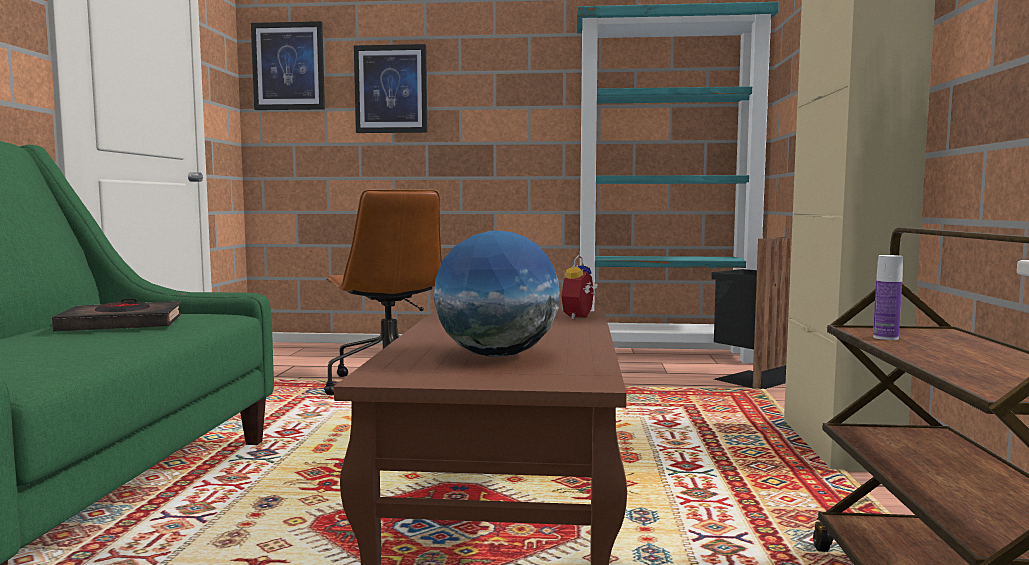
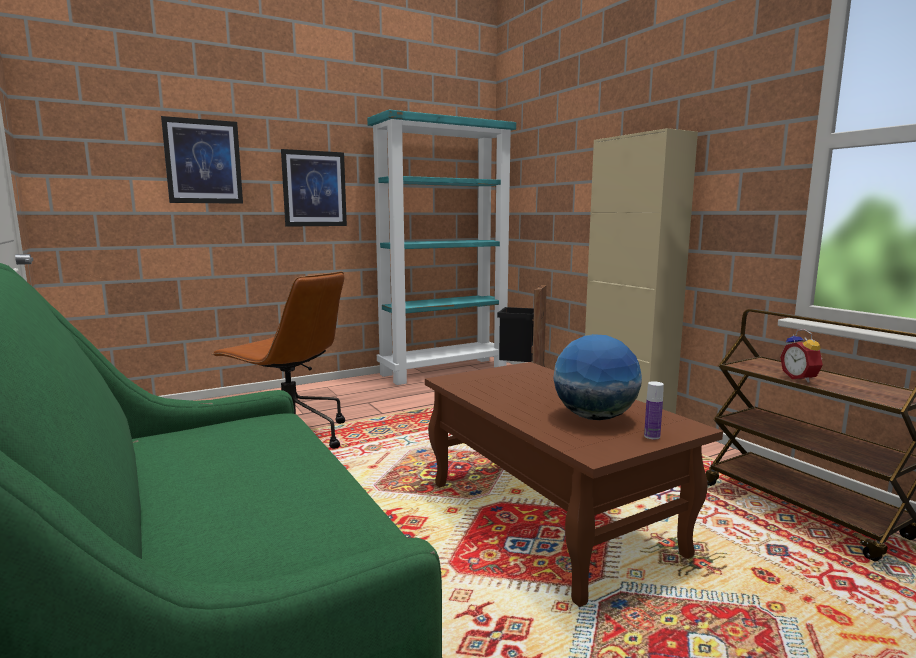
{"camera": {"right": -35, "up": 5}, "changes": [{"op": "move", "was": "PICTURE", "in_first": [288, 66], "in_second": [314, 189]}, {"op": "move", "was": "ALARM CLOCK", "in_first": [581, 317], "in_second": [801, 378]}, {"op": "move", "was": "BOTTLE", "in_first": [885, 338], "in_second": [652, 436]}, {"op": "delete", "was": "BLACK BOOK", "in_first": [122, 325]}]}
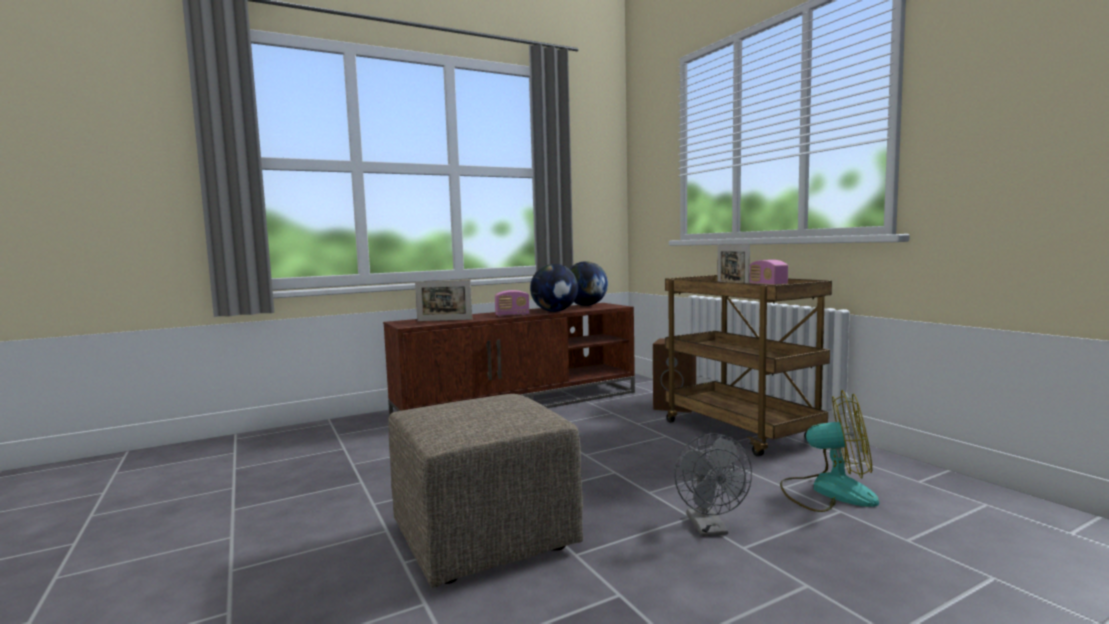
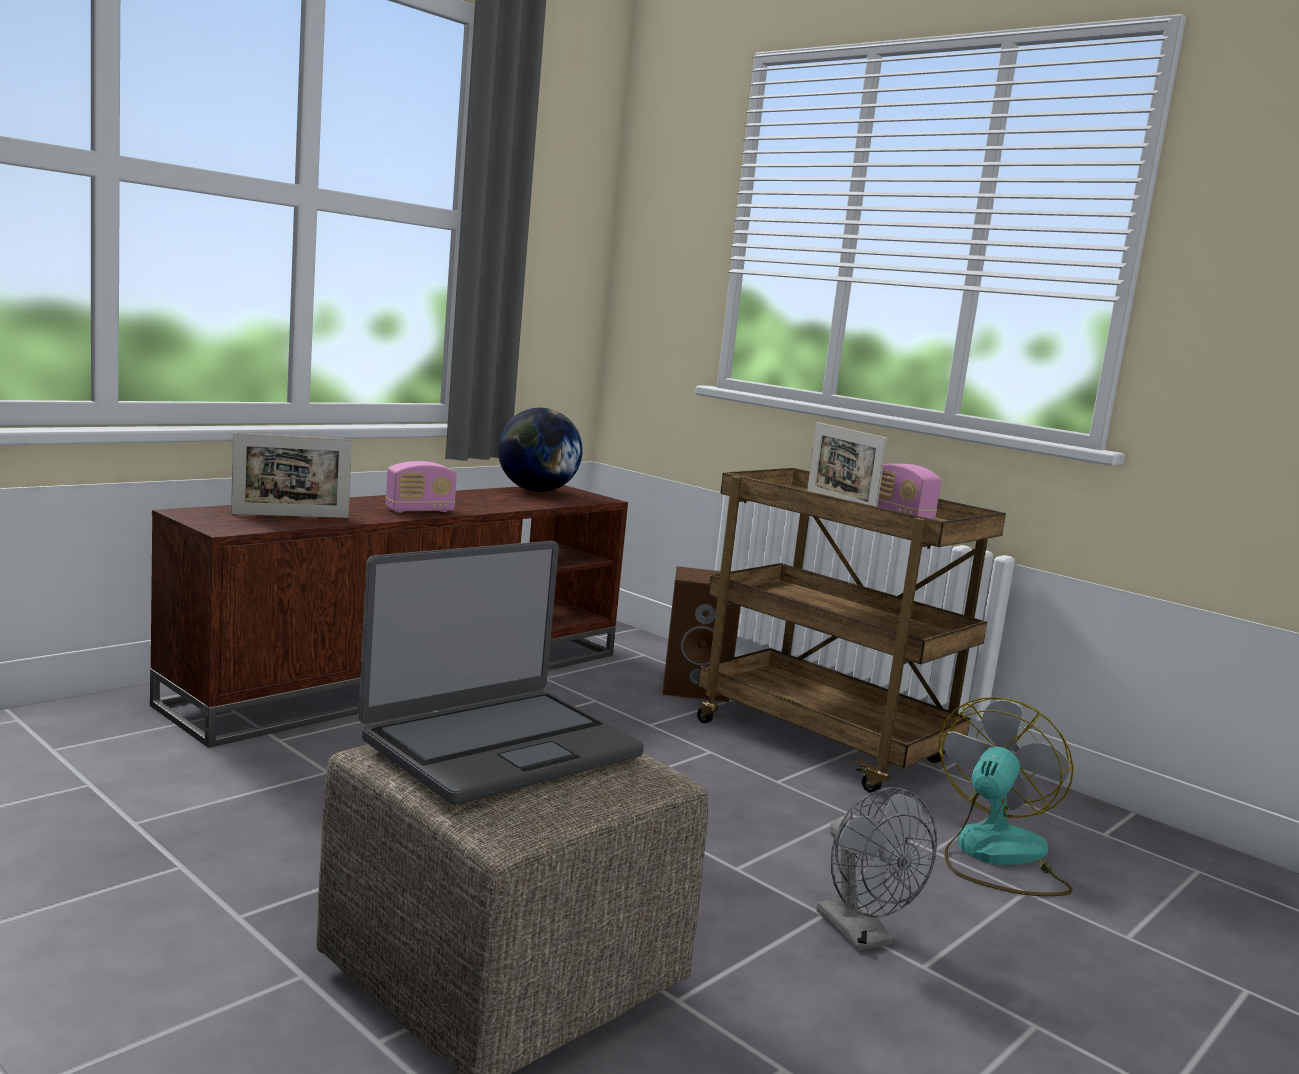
{"camera": {"right": -20, "up": 5}, "changes": [{"op": "delete", "was": "GLOBE", "in_first": [555, 311]}, {"op": "rotate", "was": "FAN", "in_first": [827, 491], "in_second": [995, 857], "clockwise": -60}, {"op": "insert", "now": "LAPTOP", "in_second": [500, 746]}]}
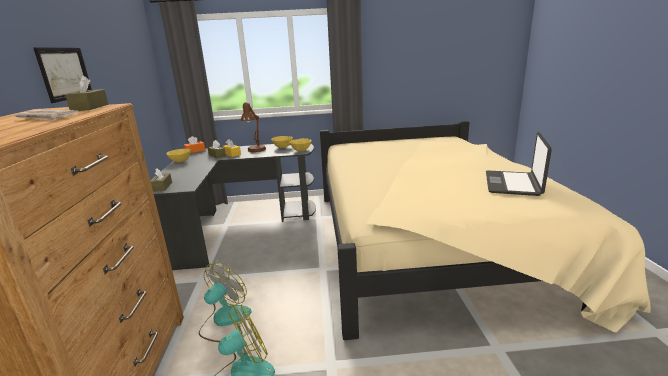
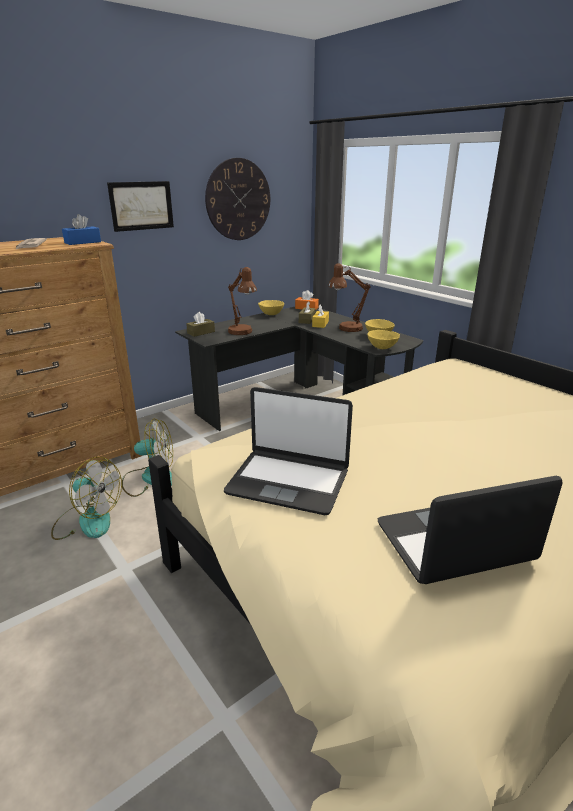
{"camera": {"right": 55, "up": 5}, "changes": [{"op": "recolor", "was": "BROWN TISSUE BOX", "now": "BLUE TISSUE BOX", "in_first": [90, 107], "in_second": [83, 242]}, {"op": "insert", "now": "WALL CLOCK", "in_second": [238, 200]}, {"op": "insert", "now": "BROWN TABLE LAMP", "in_second": [242, 333]}, {"op": "insert", "now": "LAPTOP", "in_second": [288, 481]}]}
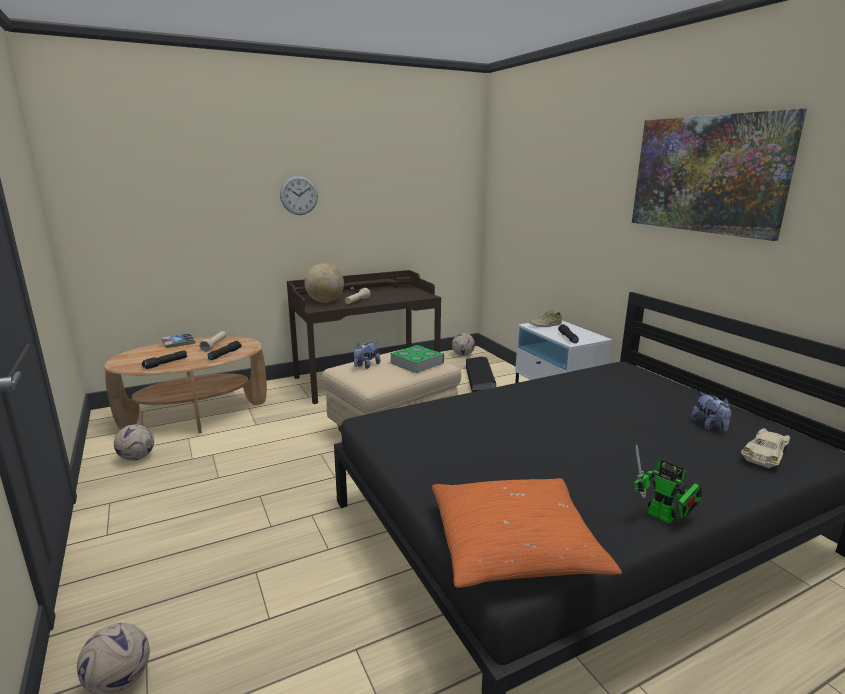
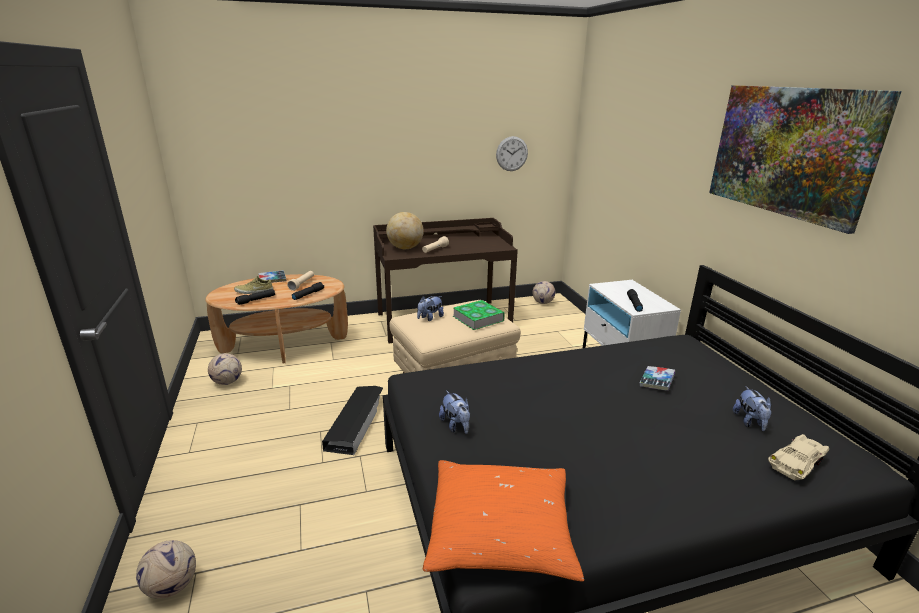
{"camera": {"right": 10, "up": 5}, "changes": [{"op": "move", "was": "WALL CLOCK", "in_first": [299, 195], "in_second": [512, 153]}, {"op": "move", "was": "BEIGE SHOE", "in_first": [545, 325], "in_second": [254, 291]}, {"op": "move", "was": "BLACK STORAGE BOX", "in_first": [480, 379], "in_second": [356, 423]}, {"op": "delete", "was": "TOY ROBOT", "in_first": [664, 518]}, {"op": "insert", "now": "BOOK", "in_second": [656, 381]}, {"op": "insert", "now": "PLUSH TOY", "in_second": [456, 426]}]}
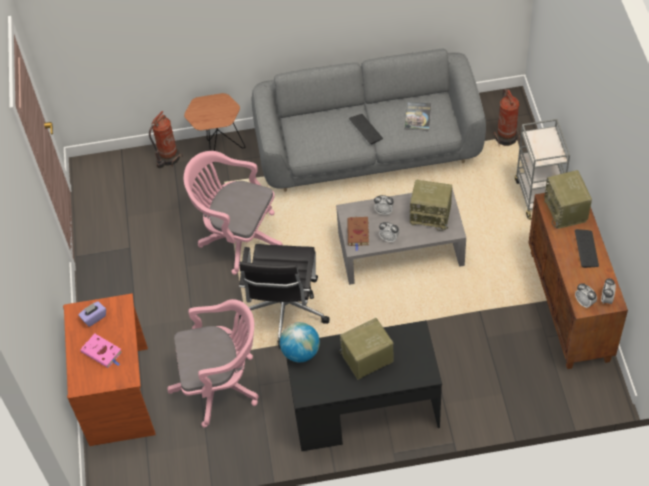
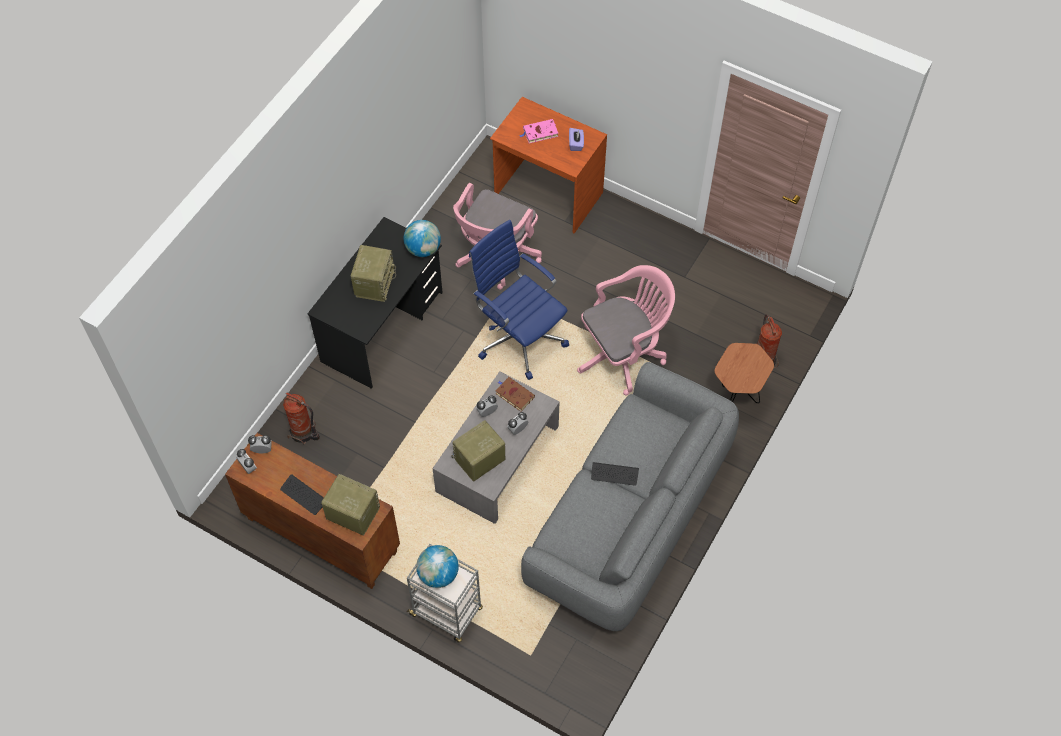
{"camera": {"right": 125, "up": 5}, "changes": [{"op": "move", "was": "FIRE EXTINGUISHER", "in_first": [506, 137], "in_second": [303, 433]}, {"op": "delete", "was": "BOOK", "in_first": [418, 116]}, {"op": "recolor", "was": "BLACK OFFICE CHAIR", "now": "BLUE OFFICE CHAIR", "in_first": [284, 311], "in_second": [519, 337]}, {"op": "insert", "now": "GLOBE", "in_second": [438, 574]}]}
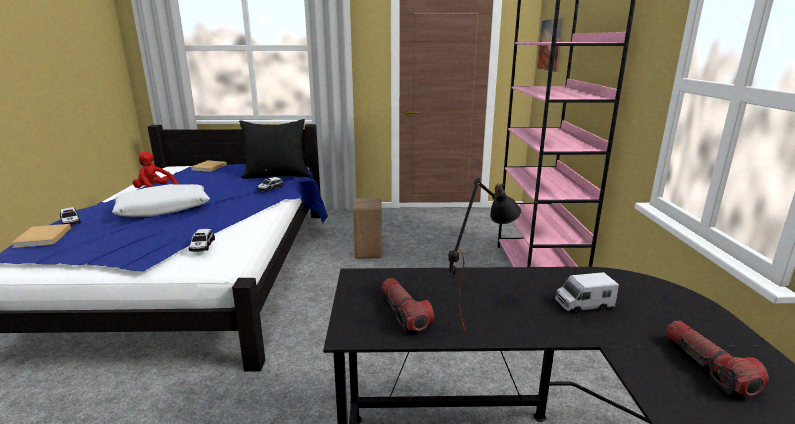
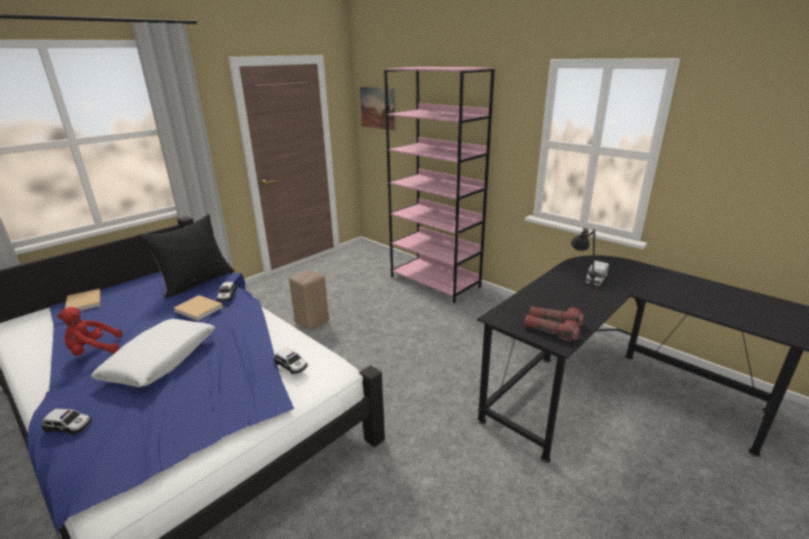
{"camera": {"right": -45, "up": 5}, "changes": [{"op": "move", "was": "BEIGE BOOK", "in_first": [42, 238], "in_second": [199, 309]}, {"op": "move", "was": "FLASHLIGHT", "in_first": [708, 367], "in_second": [550, 333]}]}
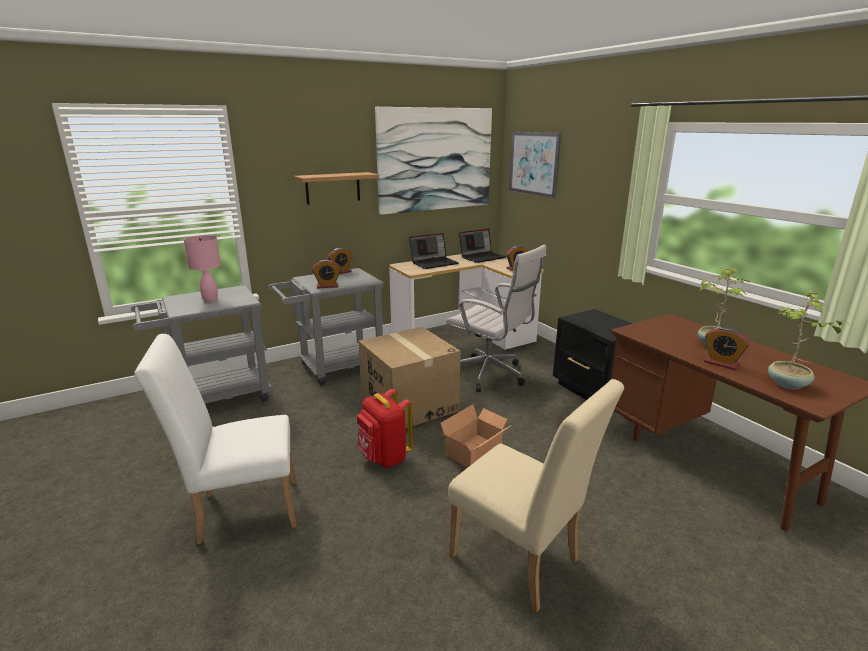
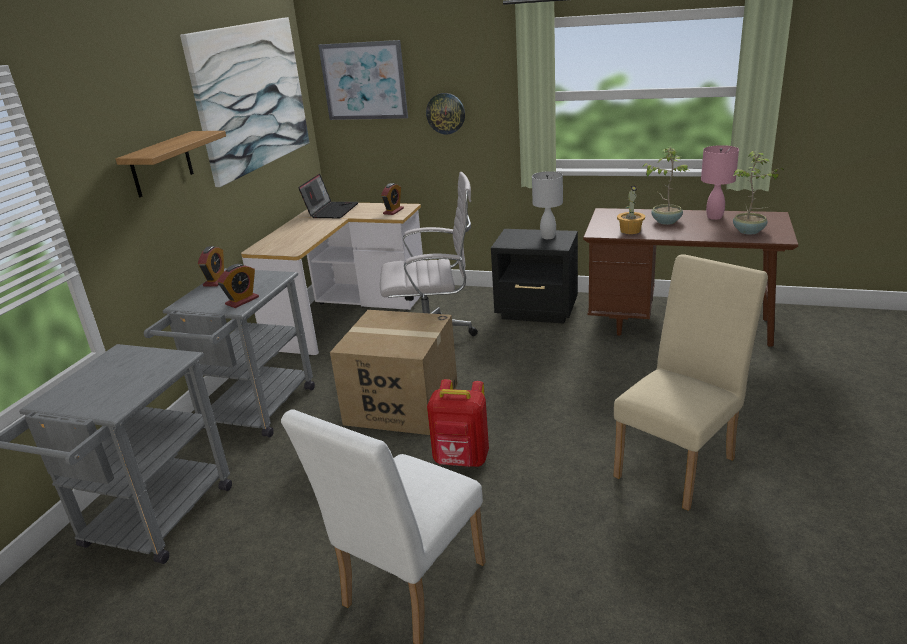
{"camera": {"right": -40, "up": 5}, "changes": [{"op": "delete", "was": "LAPTOP", "in_first": [434, 263]}, {"op": "move", "was": "PINK TABLE LAMP", "in_first": [210, 299], "in_second": [714, 217]}, {"op": "delete", "was": "ALARM CLOCK", "in_first": [721, 363]}, {"op": "rotate", "was": "BEIGE CHAIR", "in_first": [521, 563], "in_second": [680, 462], "clockwise": -45}, {"op": "delete", "was": "CARDBOARD BOX", "in_first": [476, 451]}, {"op": "insert", "now": "WALL CLOCK", "in_second": [445, 113]}, {"op": "insert", "now": "WHITE TABLE LAMP", "in_second": [547, 237]}, {"op": "insert", "now": "POTTED PLANT", "in_second": [630, 230]}]}
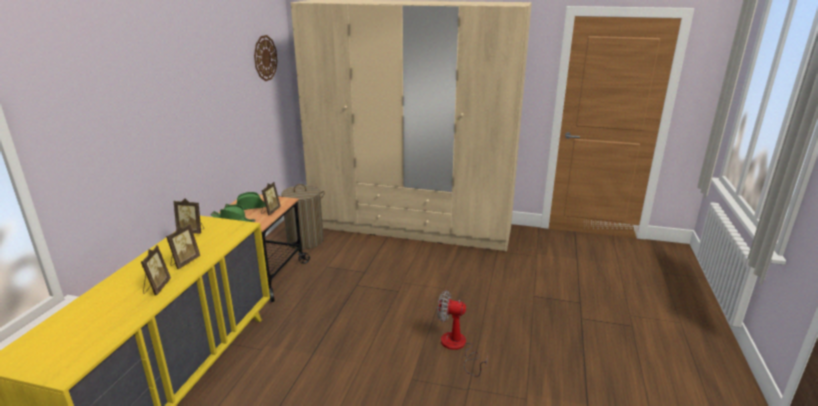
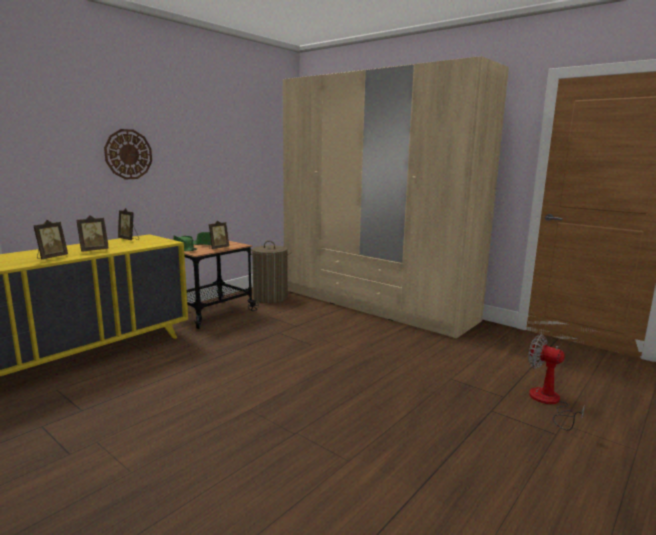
{"camera": {"right": 25, "up": -10}, "changes": [{"op": "move", "was": "WALL CLOCK", "in_first": [265, 58], "in_second": [128, 154]}, {"op": "move", "was": "FAN", "in_first": [457, 347], "in_second": [548, 402]}]}
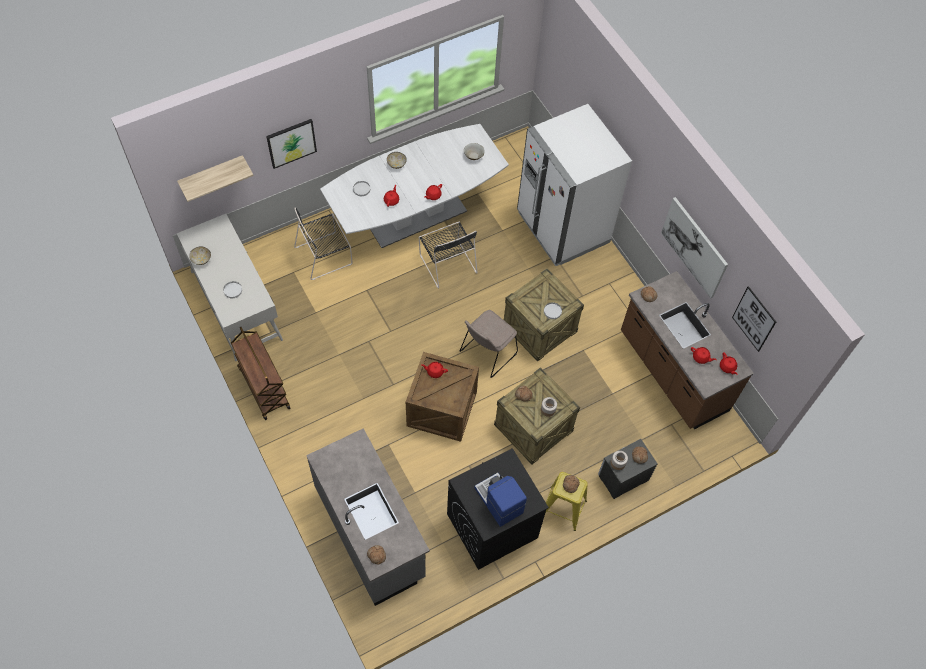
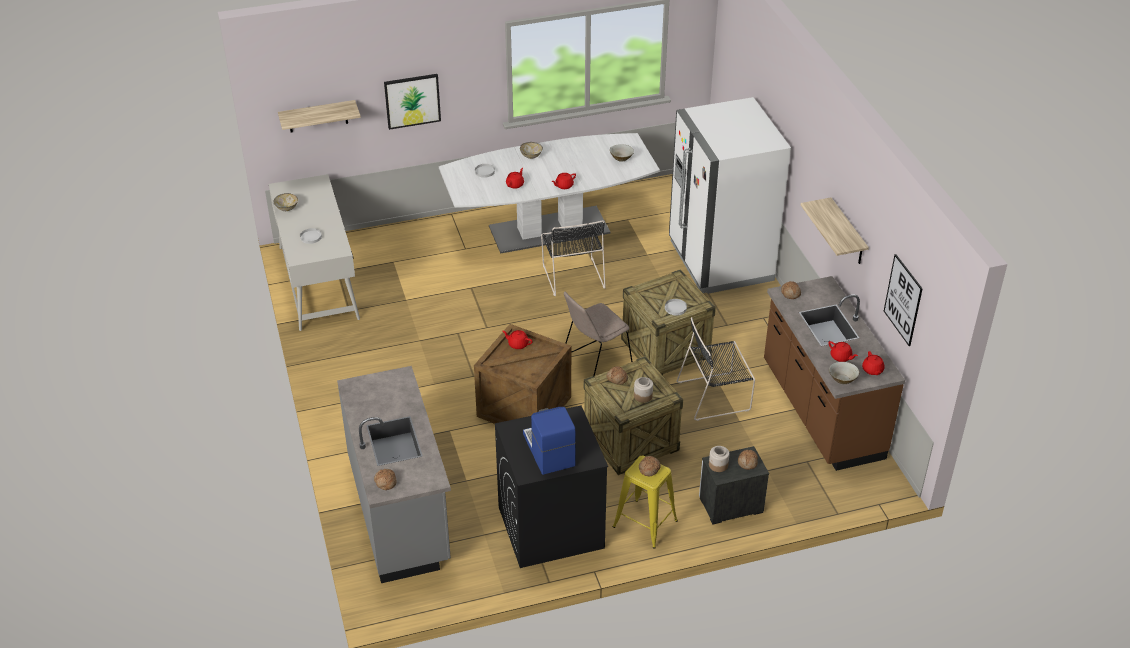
{"camera": {"right": 15, "up": -20}, "changes": [{"op": "replace", "was": "PICTURE", "now": "SHELF", "in_first": [694, 247], "in_second": [847, 233]}, {"op": "move", "was": "BLACK CHAIR", "in_first": [325, 255], "in_second": [715, 395]}, {"op": "delete", "was": "BROWN CART", "in_first": [263, 387]}, {"op": "insert", "now": "BEIGE BOWL", "in_second": [842, 379]}]}
